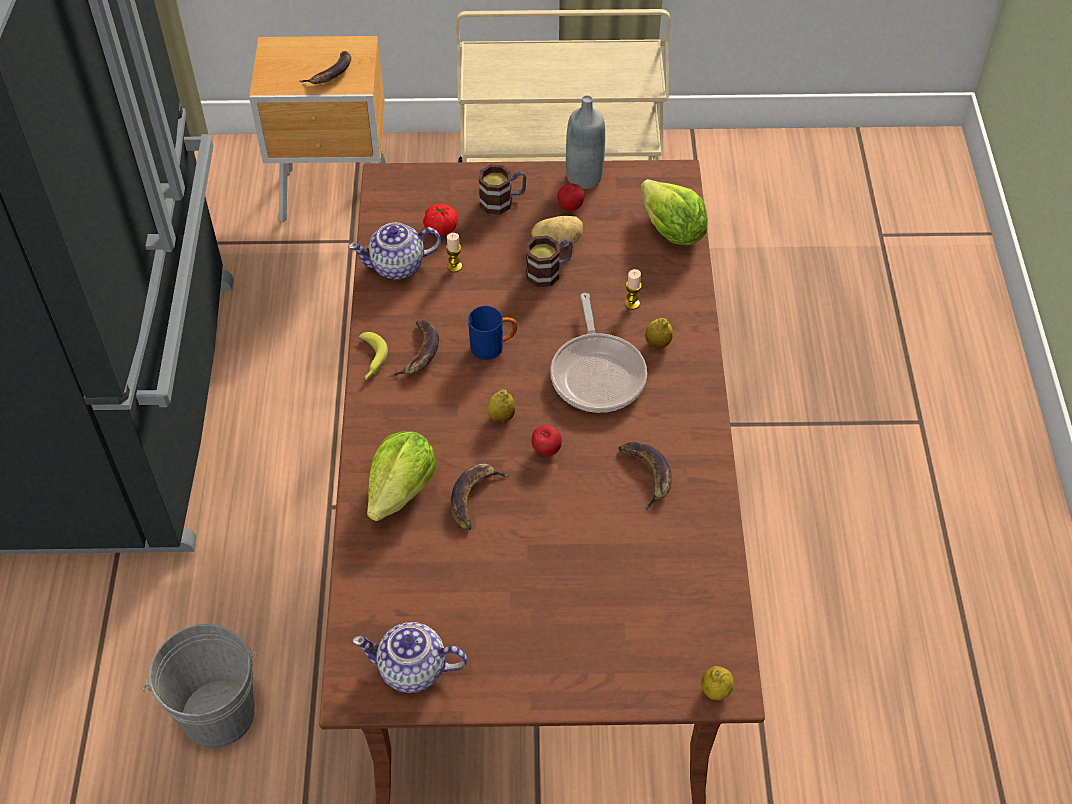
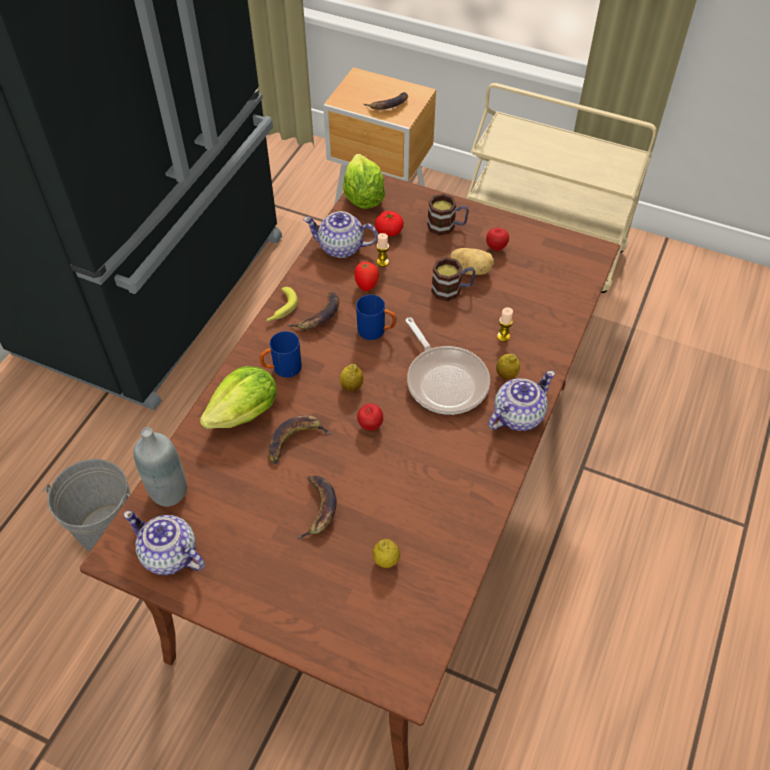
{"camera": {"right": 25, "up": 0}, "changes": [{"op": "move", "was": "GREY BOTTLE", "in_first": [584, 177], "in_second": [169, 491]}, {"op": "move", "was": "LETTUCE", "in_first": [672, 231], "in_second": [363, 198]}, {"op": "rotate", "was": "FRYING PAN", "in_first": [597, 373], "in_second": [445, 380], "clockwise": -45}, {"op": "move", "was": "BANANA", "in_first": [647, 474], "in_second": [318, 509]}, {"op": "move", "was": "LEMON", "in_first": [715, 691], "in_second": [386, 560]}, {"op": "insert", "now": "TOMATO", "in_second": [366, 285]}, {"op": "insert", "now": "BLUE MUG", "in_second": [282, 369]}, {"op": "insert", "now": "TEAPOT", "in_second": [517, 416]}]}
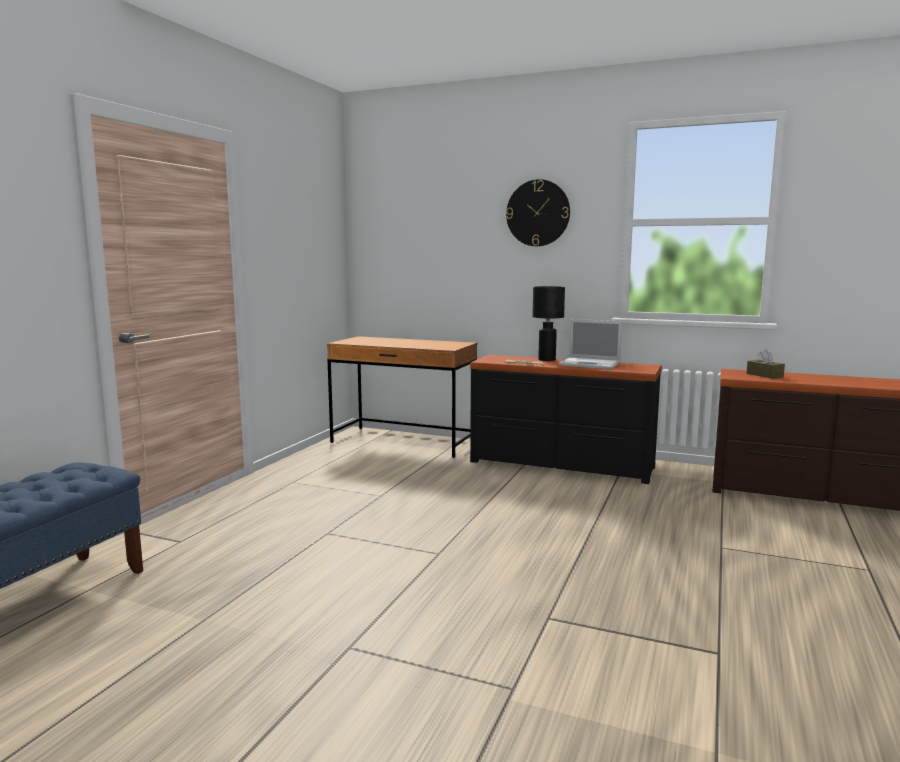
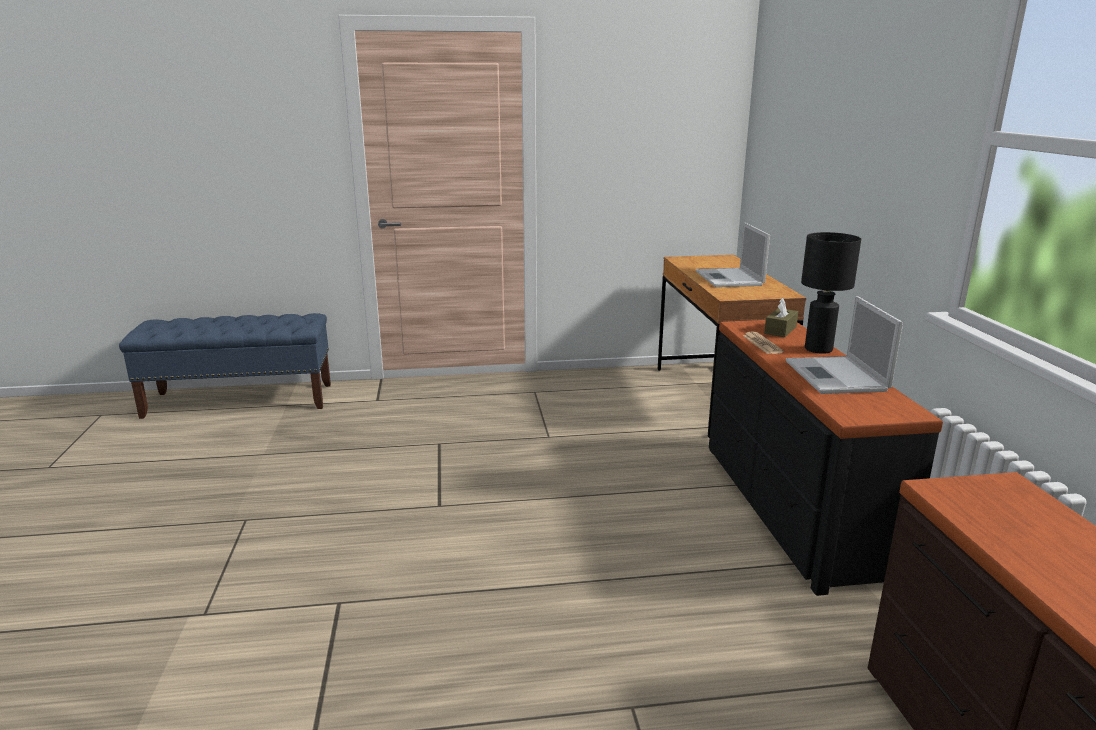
{"camera": {"right": 60, "up": 10}, "changes": [{"op": "delete", "was": "WALL CLOCK", "in_first": [538, 213]}, {"op": "move", "was": "BROWN TISSUE BOX", "in_first": [764, 375], "in_second": [780, 330]}, {"op": "insert", "now": "LAPTOP", "in_second": [730, 279]}]}
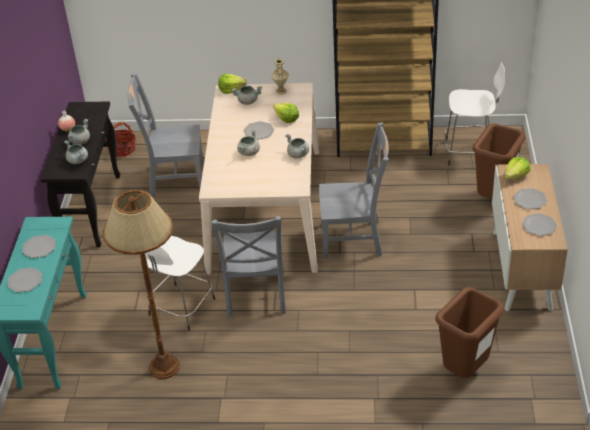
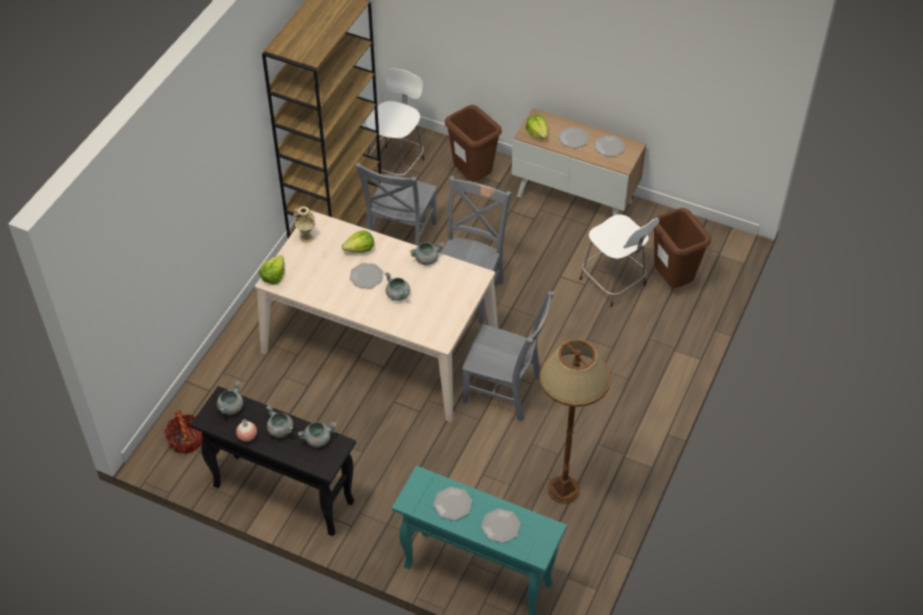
{"camera": {"right": -70, "up": 10}, "changes": [{"op": "move", "was": "GREY CHAIR", "in_first": [174, 179], "in_second": [400, 238]}, {"op": "move", "was": "GREY COOKING POT", "in_first": [248, 101], "in_second": [231, 407]}, {"op": "move", "was": "WHITE STOOL", "in_first": [180, 308], "in_second": [614, 283]}]}
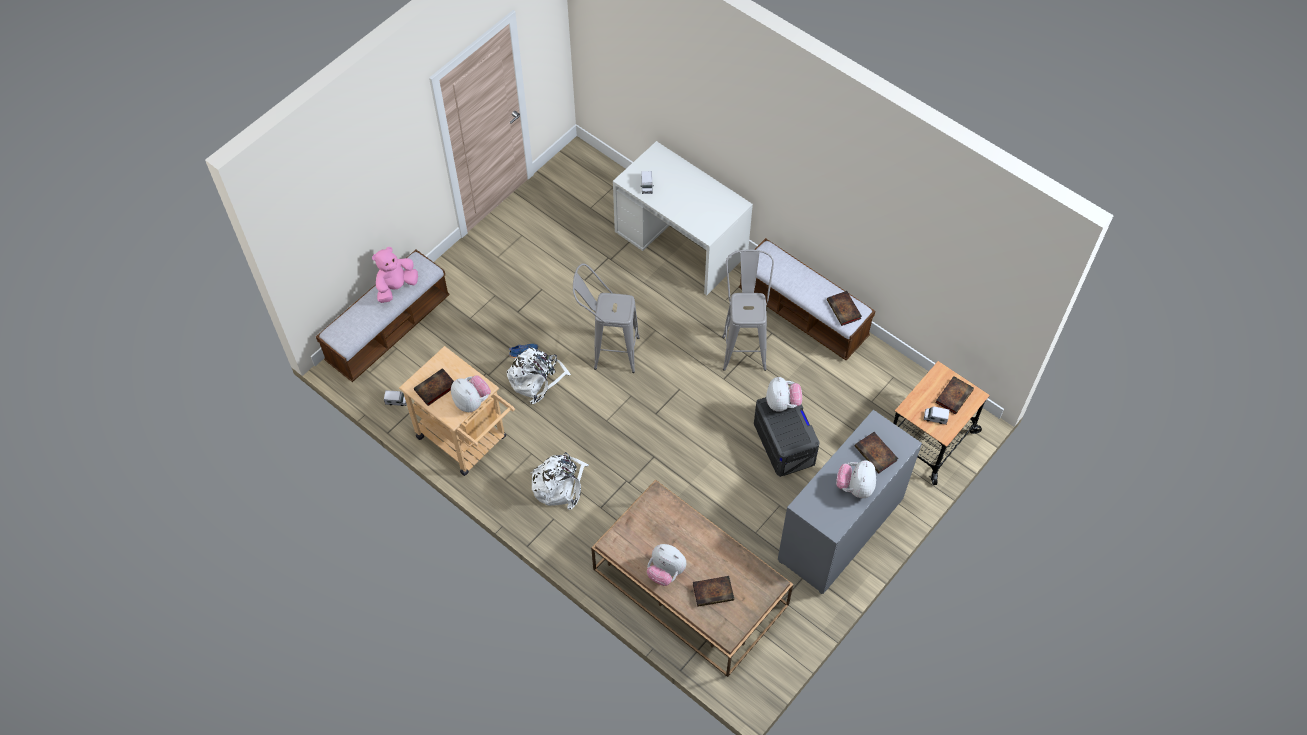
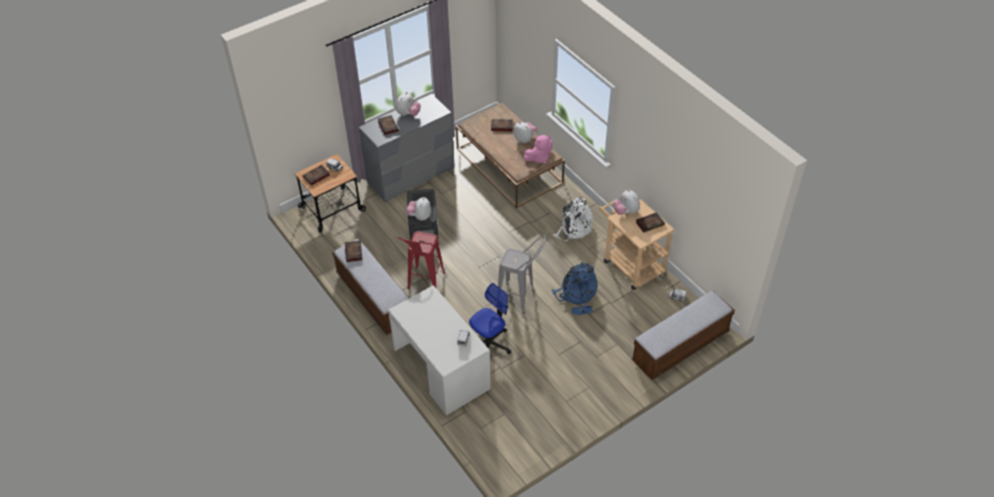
{"camera": {"right": -165, "up": -10}, "changes": [{"op": "move", "was": "PINK PLUSH TOY", "in_first": [396, 287], "in_second": [539, 158]}, {"op": "recolor", "was": "GREY STOOL", "now": "RED STOOL", "in_first": [743, 345], "in_second": [424, 286]}, {"op": "recolor", "was": "WHITE BACKPACK", "now": "BLUE BACKPACK", "in_first": [536, 379], "in_second": [576, 292]}, {"op": "insert", "now": "OFFICE CHAIR", "in_second": [489, 343]}]}
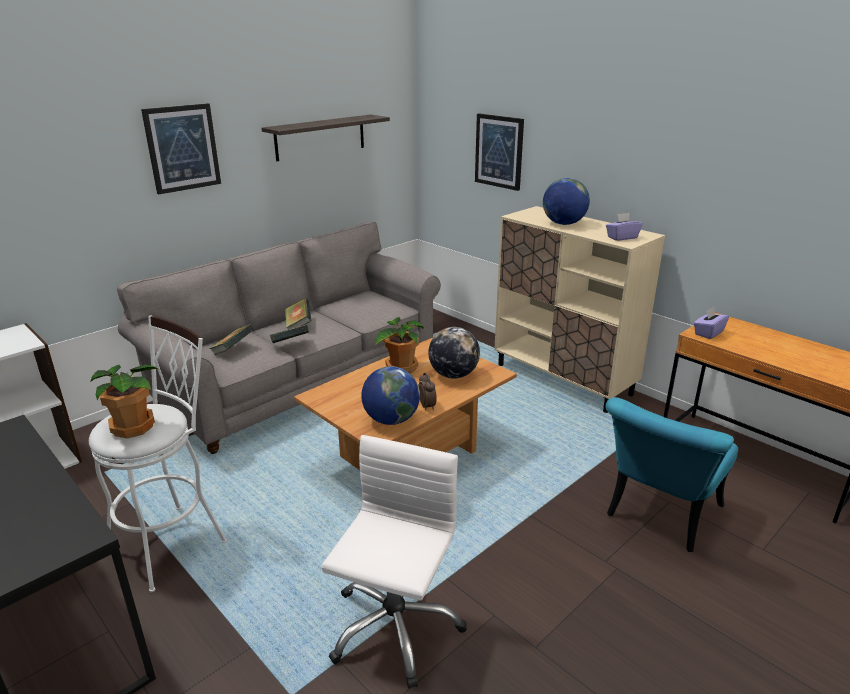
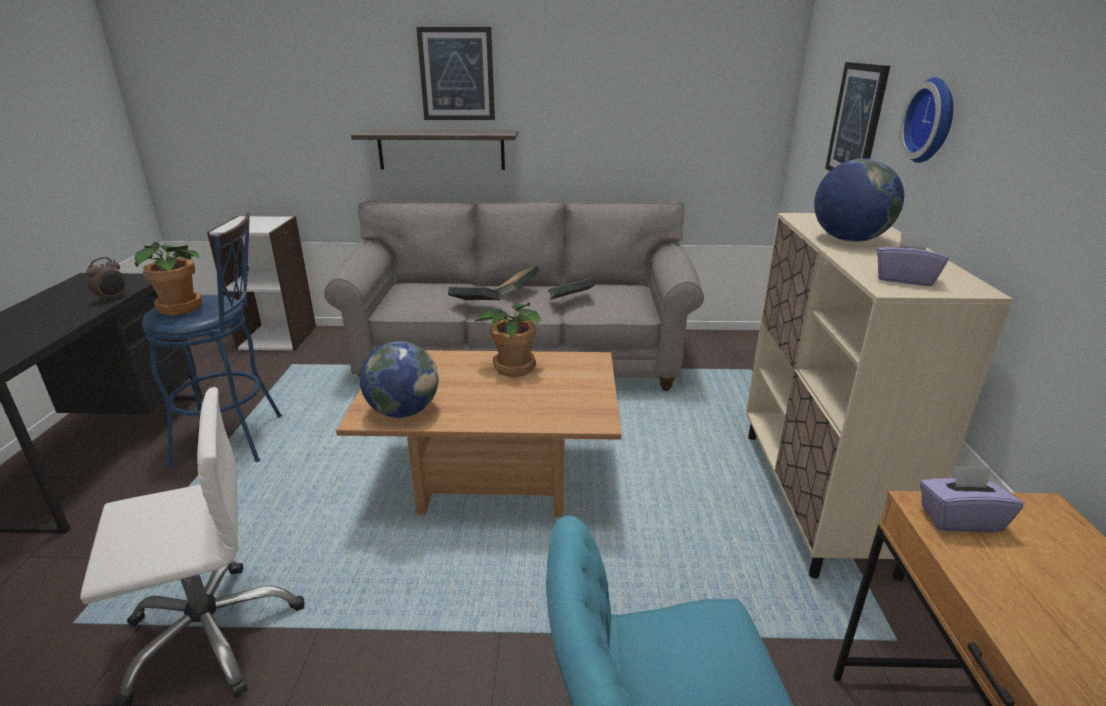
{"camera": {"right": 45, "up": 0}, "changes": [{"op": "move", "was": "SHELF", "in_first": [320, 137], "in_second": [441, 150]}, {"op": "recolor", "was": "WHITE STOOL", "now": "BLUE STOOL", "in_first": [176, 541], "in_second": [238, 440]}, {"op": "move", "was": "BOOK", "in_first": [233, 351], "in_second": [570, 302]}, {"op": "delete", "was": "GLOBE", "in_first": [453, 375]}, {"op": "move", "was": "ALARM CLOCK", "in_first": [427, 406], "in_second": [113, 298]}, {"op": "insert", "now": "WALL CLOCK", "in_second": [933, 121]}]}
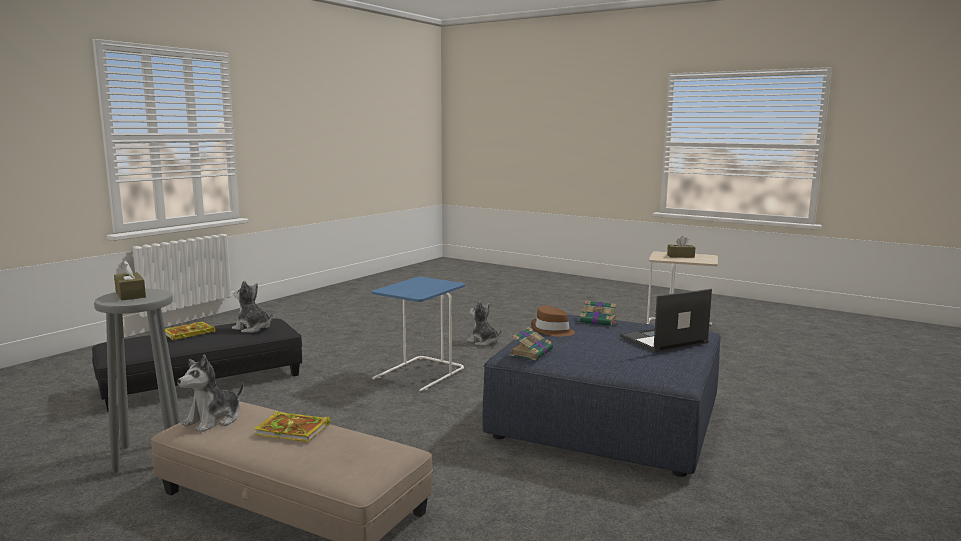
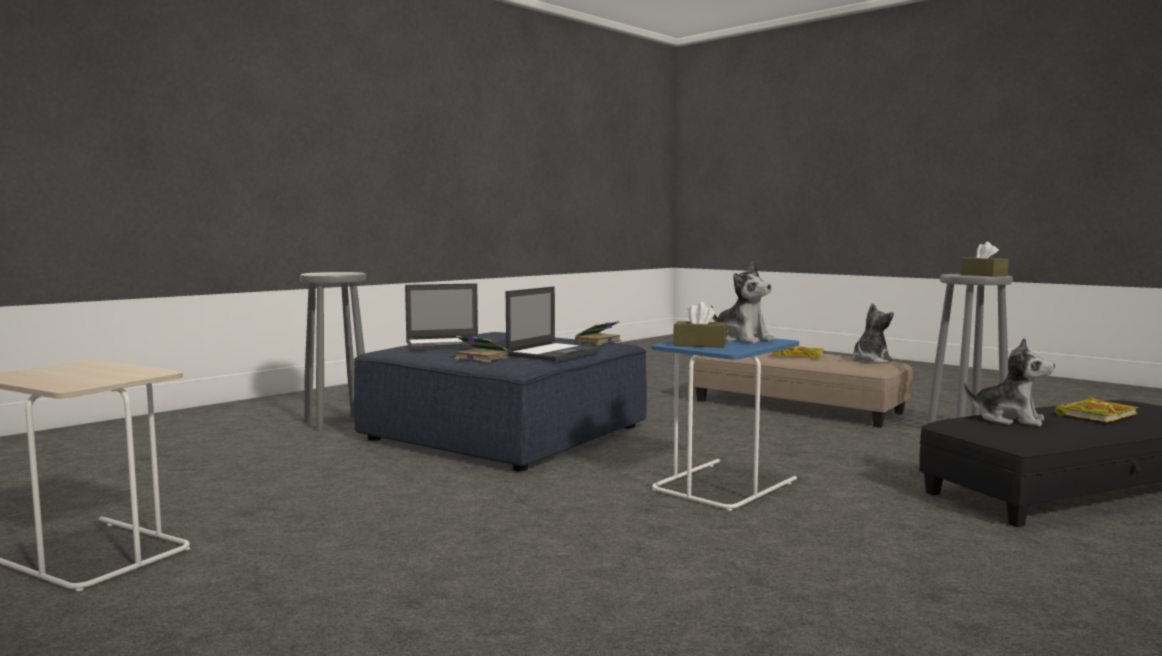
{"camera": {"right": -170, "up": -5}, "changes": [{"op": "move", "was": "BROWN TISSUE BOX", "in_first": [680, 256], "in_second": [700, 345]}, {"op": "move", "was": "PLUSH TOY", "in_first": [483, 342], "in_second": [741, 339]}, {"op": "replace", "was": "BROWN HAT", "now": "LAPTOP", "in_first": [552, 330], "in_second": [554, 353]}, {"op": "insert", "now": "GREY STOOL", "in_second": [338, 423]}]}
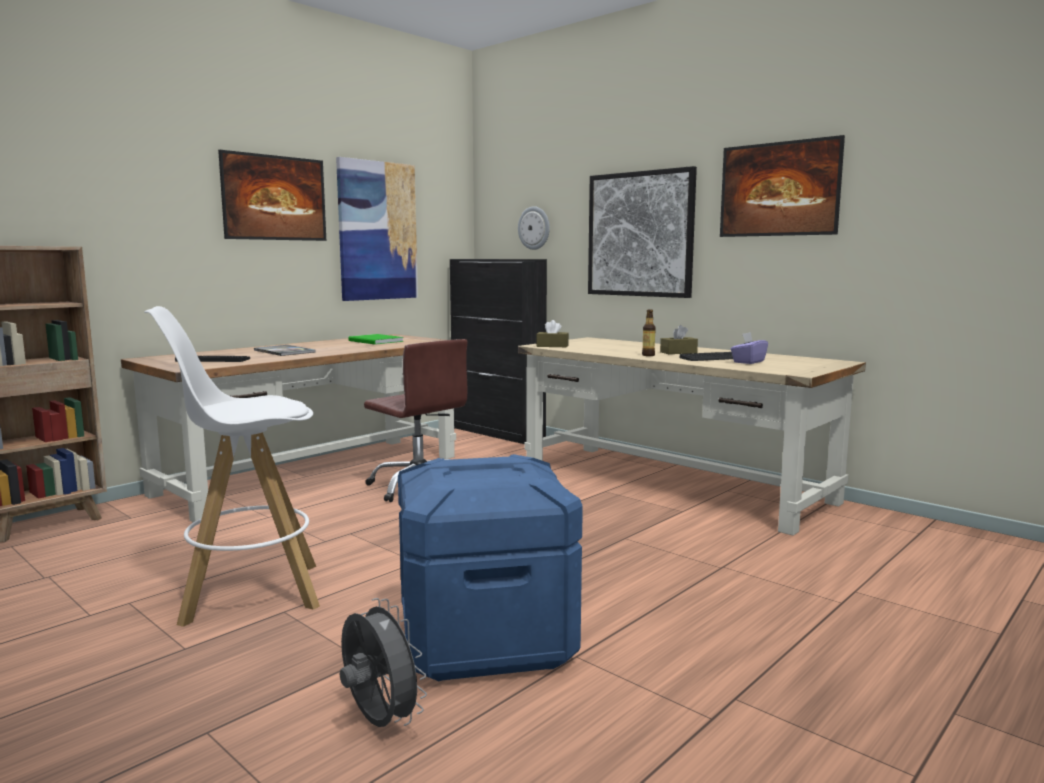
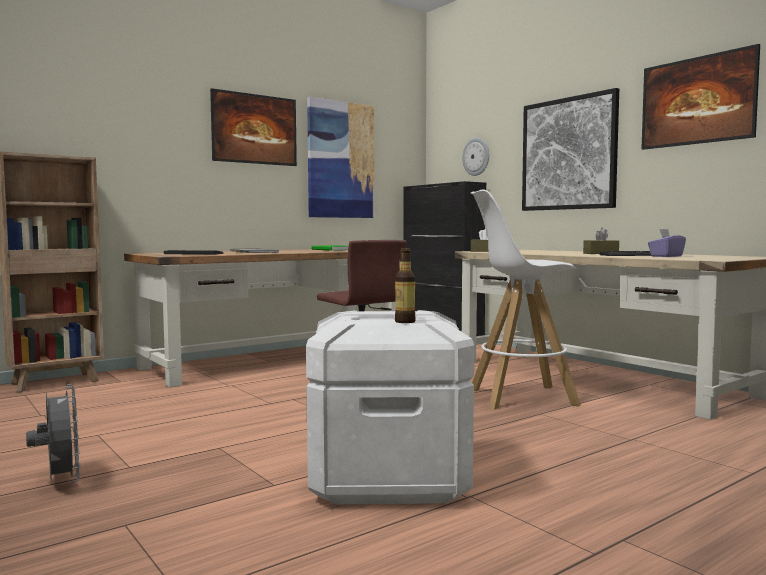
{"camera": {"right": 10, "up": -5}, "changes": [{"op": "move", "was": "WHITE STOOL", "in_first": [249, 593], "in_second": [520, 397]}, {"op": "move", "was": "BOTTLE", "in_first": [648, 355], "in_second": [405, 322]}, {"op": "recolor", "was": "BLUE STORAGE BOX", "now": "WHITE STORAGE BOX", "in_first": [484, 640], "in_second": [387, 478]}, {"op": "move", "was": "GREY FAN", "in_first": [378, 722], "in_second": [60, 481]}]}
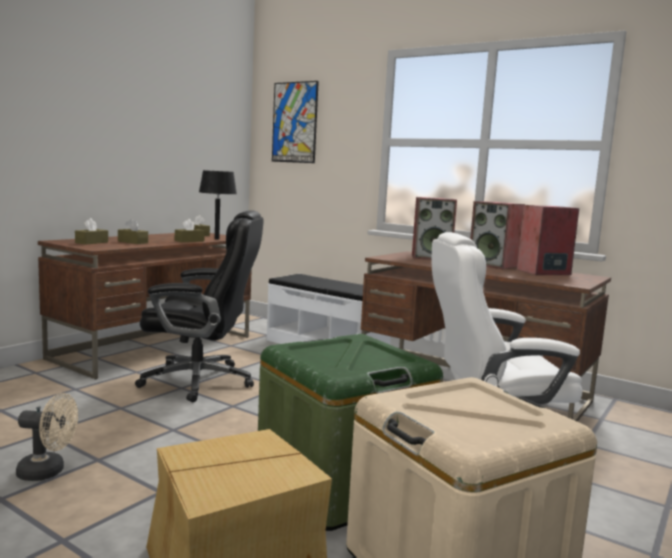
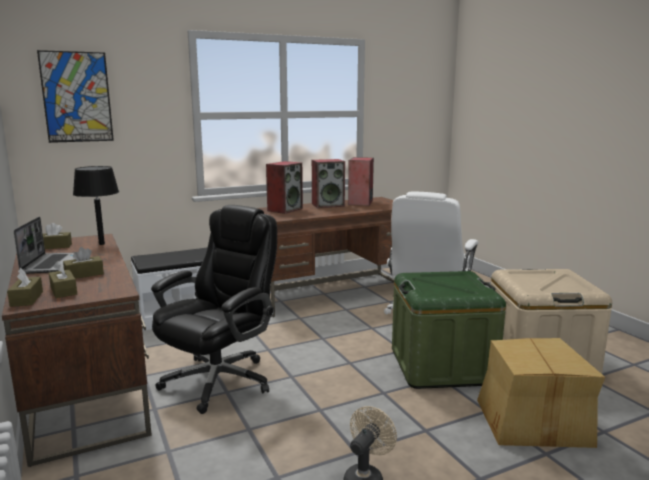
{"camera": {"right": -60, "up": 5}, "changes": [{"op": "move", "was": "BROWN TISSUE BOX", "in_first": [189, 241], "in_second": [26, 299]}, {"op": "insert", "now": "LAPTOP", "in_second": [53, 264]}]}
